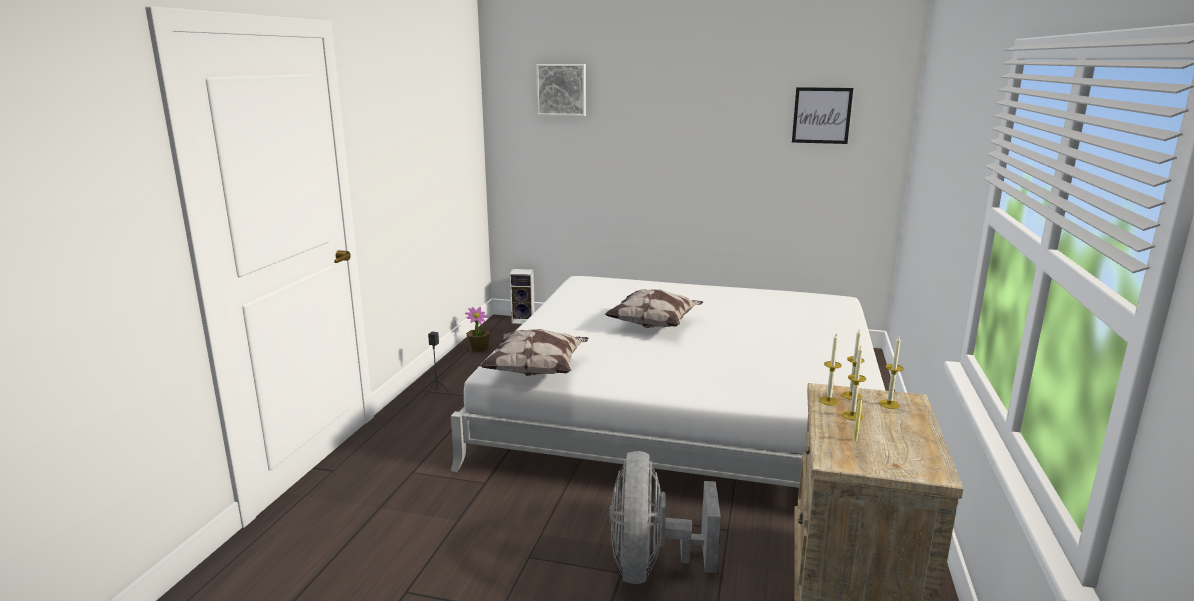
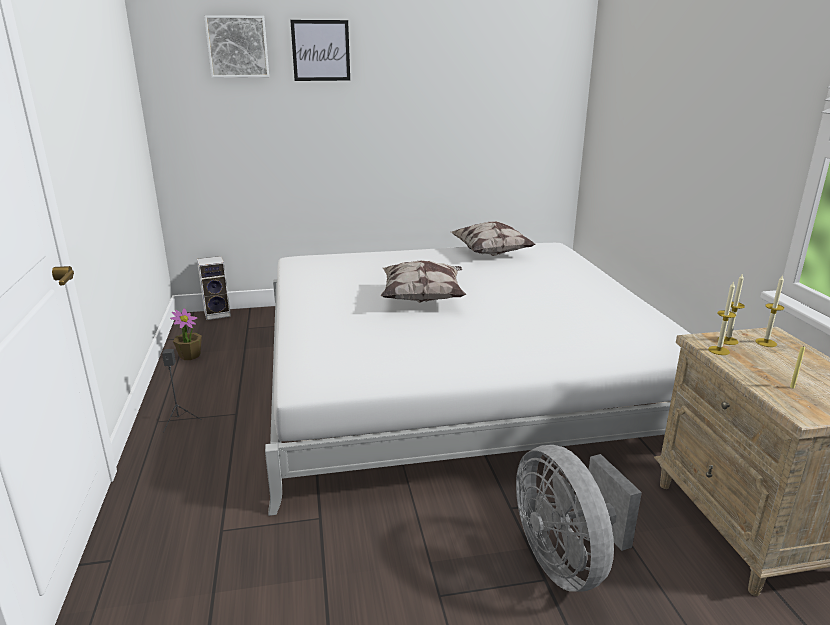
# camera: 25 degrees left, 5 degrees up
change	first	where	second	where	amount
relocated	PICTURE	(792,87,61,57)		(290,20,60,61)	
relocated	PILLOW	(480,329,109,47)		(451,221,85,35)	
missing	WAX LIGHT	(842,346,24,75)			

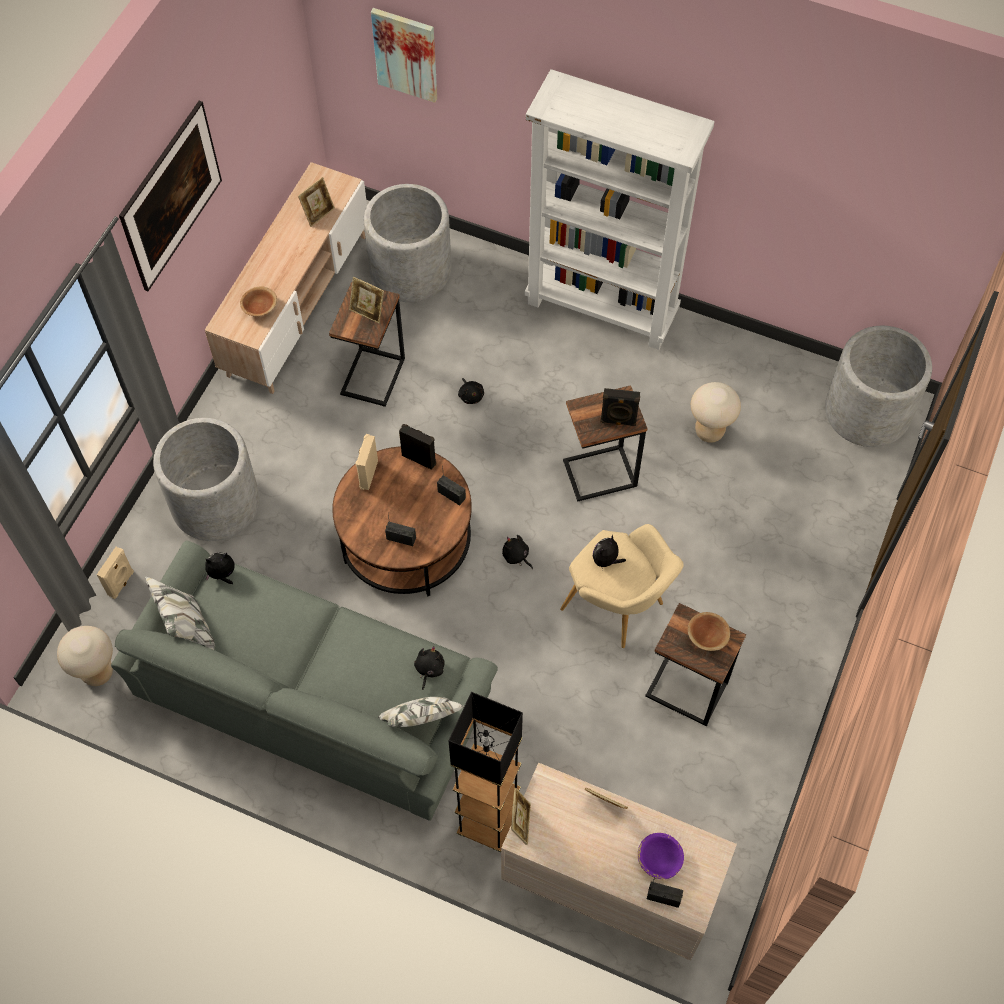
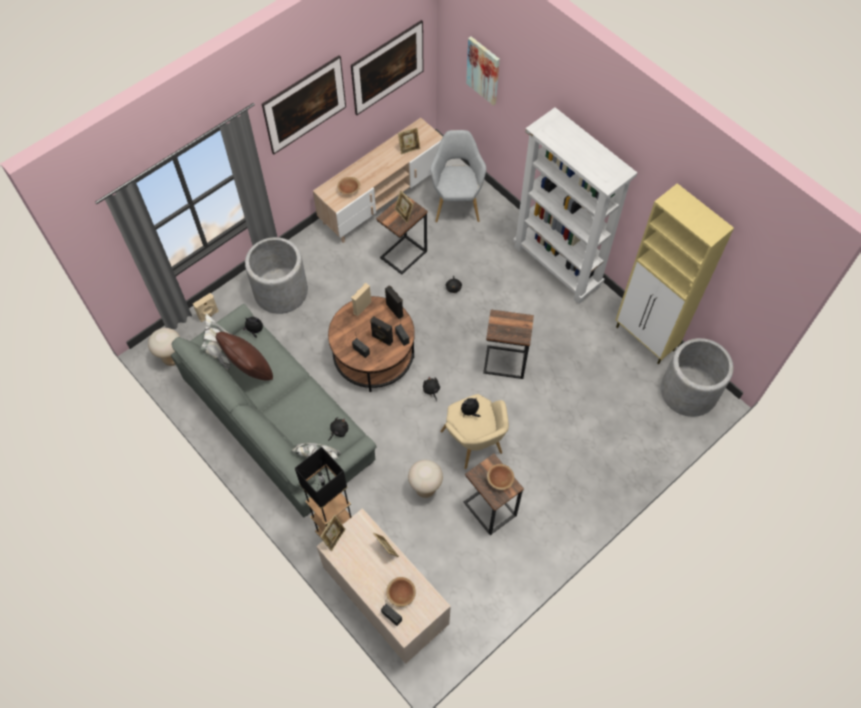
# camera: 25 degrees right, 0 degrees up
change	first	where	second	where	amount
appeared			BROWNISH PILLOW	(216,332,57,49)	
appeared			PICTURE	(351,20,72,95)	
relocated	BLACKISH LOUDSPEAKER	(600,388,40,38)		(370,316,23,30)	
colour	PURPLE DEEP DISH	(638,833,46,46)	BROWNISH DEEP DISH	(386,577,30,30)	
relocated	SAND-COLOURED STOOL SEAT	(691,382,50,61)		(408,460,35,38)	
exchanged	GRAY PLANT POT	(364,184,87,118)	GRAY LOUNGE CHAIR	(430,130,57,93)	
appeared			SAND-COLOURED STORAGE CABINET	(616,183,118,181)	

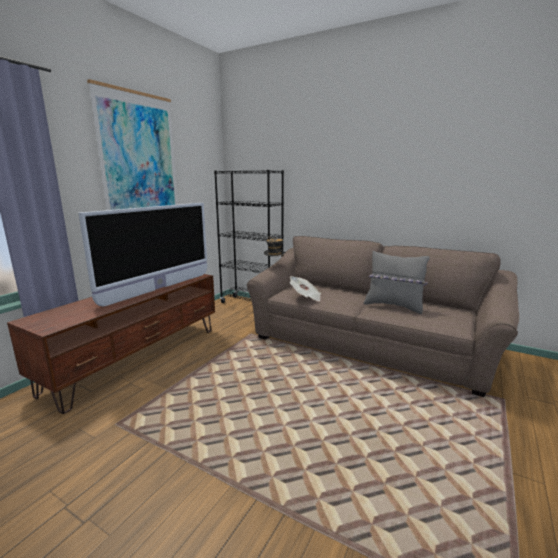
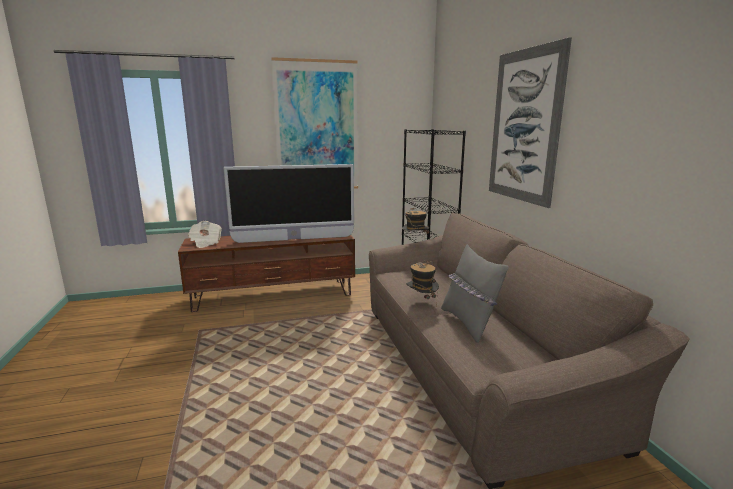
# camera: 45 degrees right, 0 degrees up
change	first	where	second	where	amount
relocated	PRINTED PAPER	(290,276,31,26)		(188,221,34,27)	
appeared			WEARABLE HAT	(406,261,33,45)	
appeared			PICTURE	(489,37,83,171)	

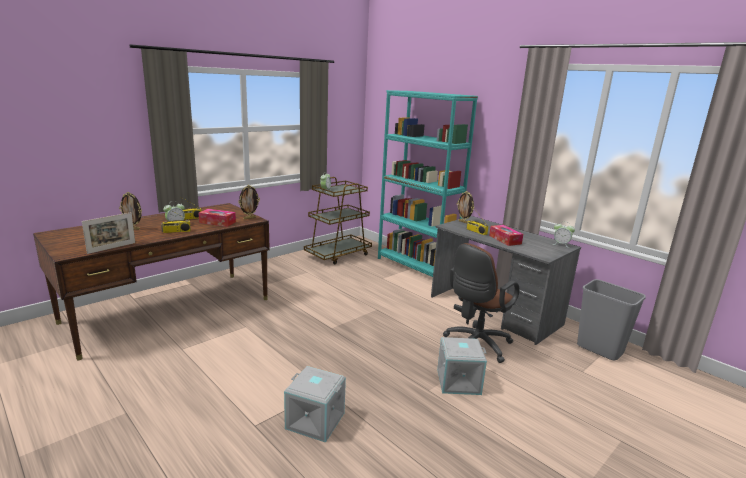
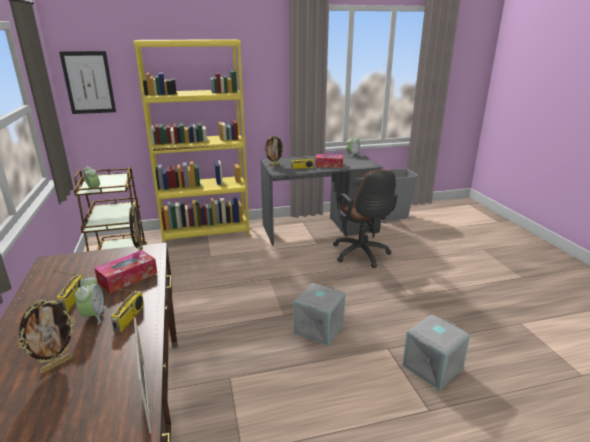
# camera: 60 degrees left, 5 degrees up
change	first	where	second	where	amount
appeared			PICTURE	(59,51,57,63)	
colour	BLUE-GREEN BOOKCASE	(378,90,100,187)	YELLOW BOOKCASE	(133,39,117,204)	
relocated	GRAY STORAGE CONTAINER	(437,337,50,58)		(294,283,52,63)	

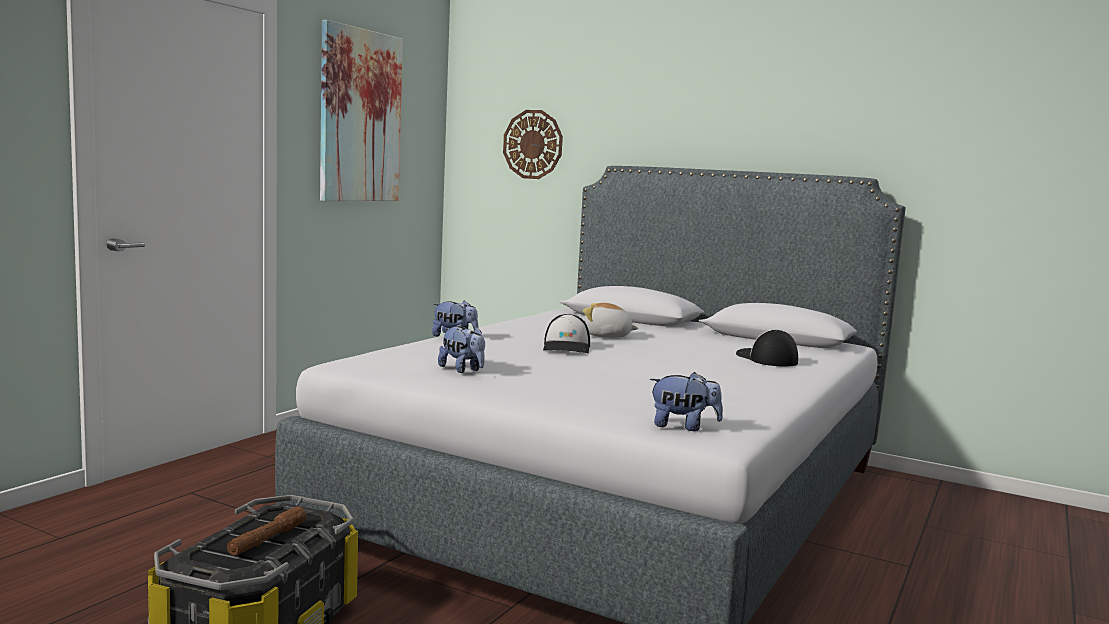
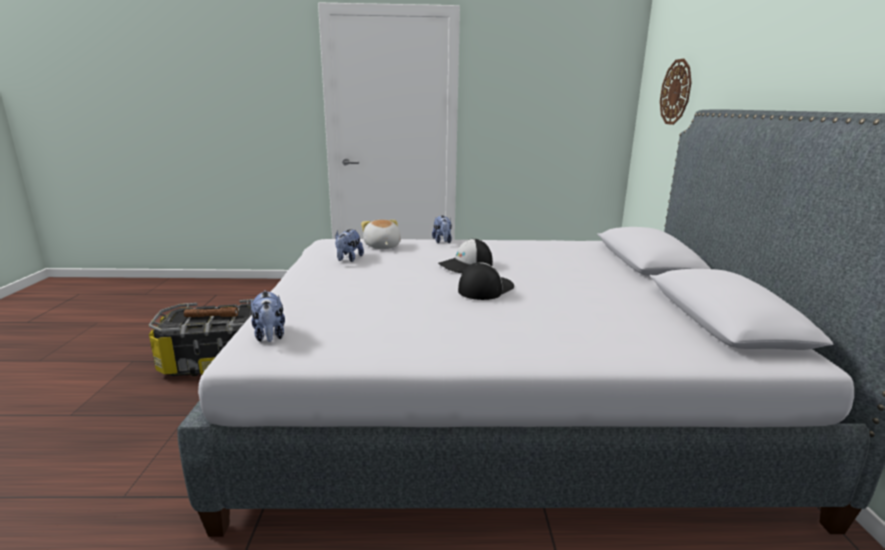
# camera: 60 degrees right, 10 degrees up
change	first	where	second	where	amount
relocated	PLUSH TOY	(583,303,56,35)		(361,220,40,29)	
relocated	BASEBALL CAP	(736,329,62,38)		(458,262,56,38)	
missing	PICTURE	(320,20,83,181)			

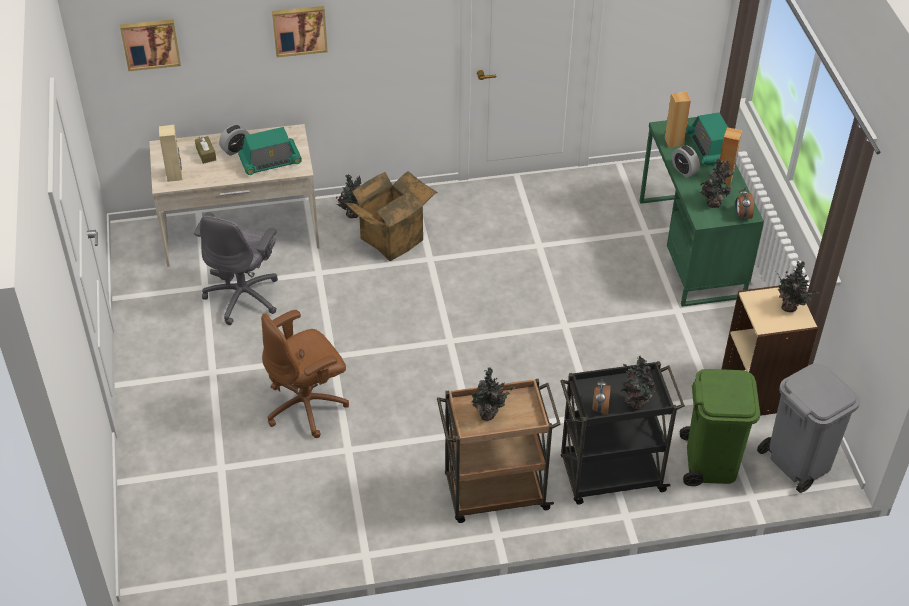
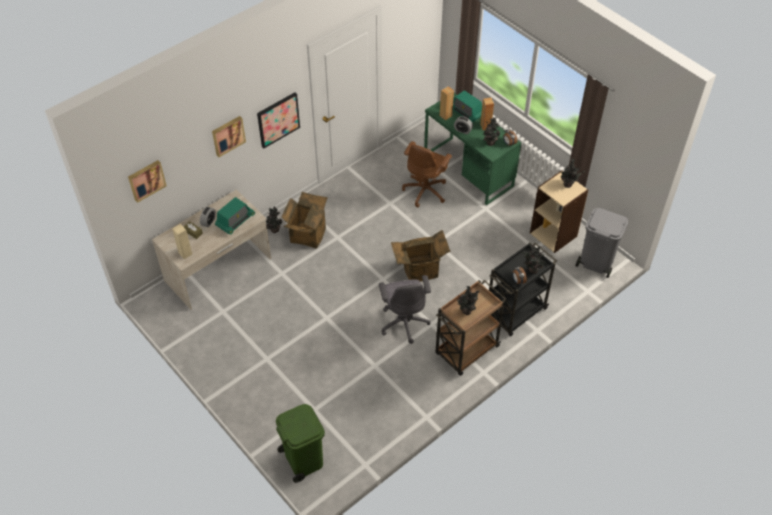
# camera: 30 degrees left, 5 degrees up
change	first	where	second	where	amount
appeared			PICTURE	(257,92,43,57)	
relocated	GREENISH WASTE BIN	(680,369,80,117)		(276,404,49,79)	
relocated	GRAY OFFICE CHAIR	(194,212,84,113)		(379,275,52,69)	
appeared			CARTON	(391,230,59,52)	
relocated	BROWNISH OFFICE CHAIR	(261,310,88,128)		(402,141,50,67)	

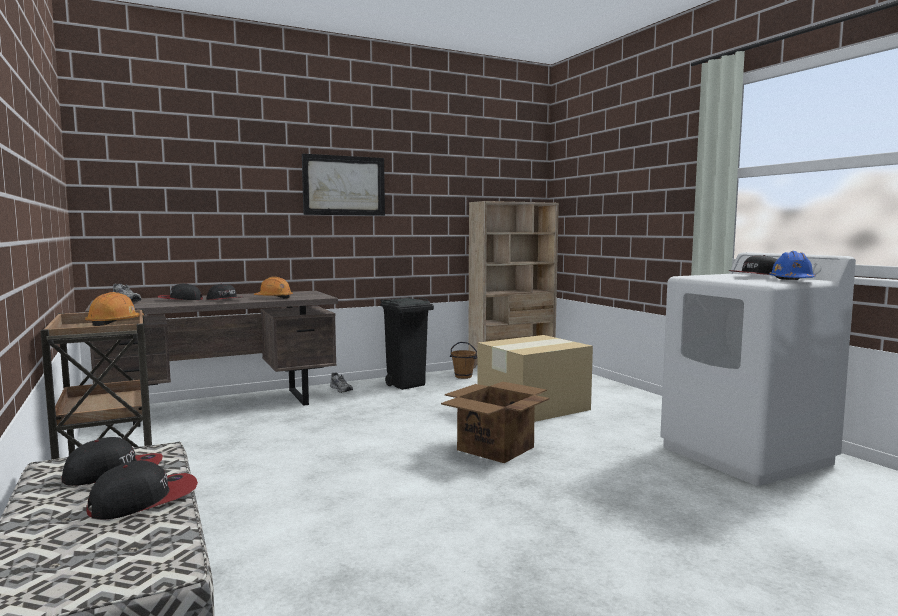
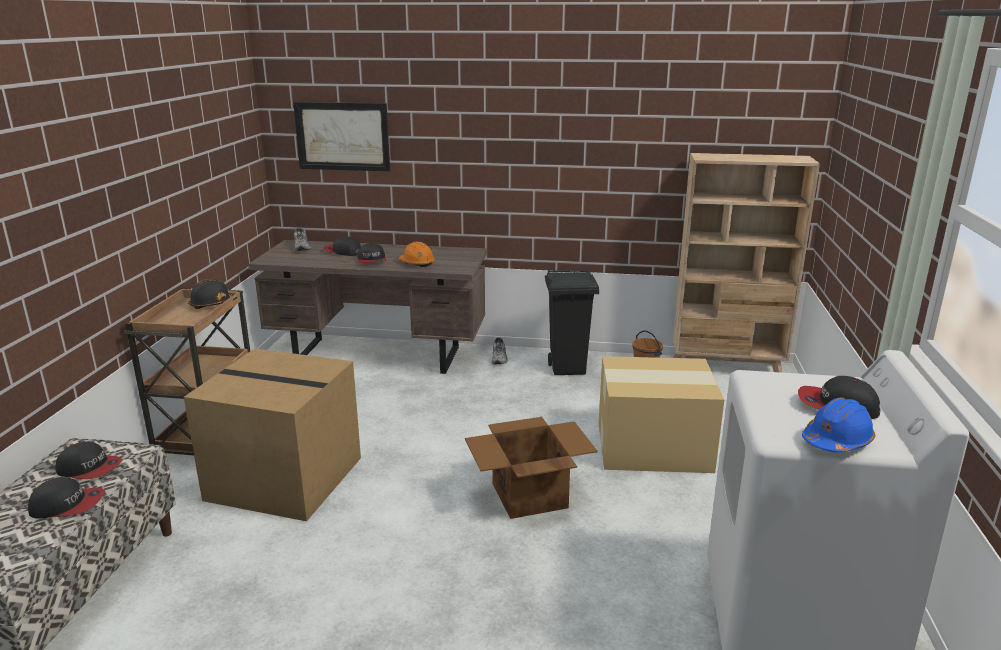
# camera: 35 degrees right, 15 degrees up
change	first	where	second	where	amount
appeared			CARTON	(184,348,177,173)	
colour	ORANGE-COLOURED SAFETY HELMET	(85,292,59,34)	BLACKISH SAFETY HELMET	(188,279,49,30)	
relocated	PICTURE	(302,153,83,63)		(293,102,97,69)	

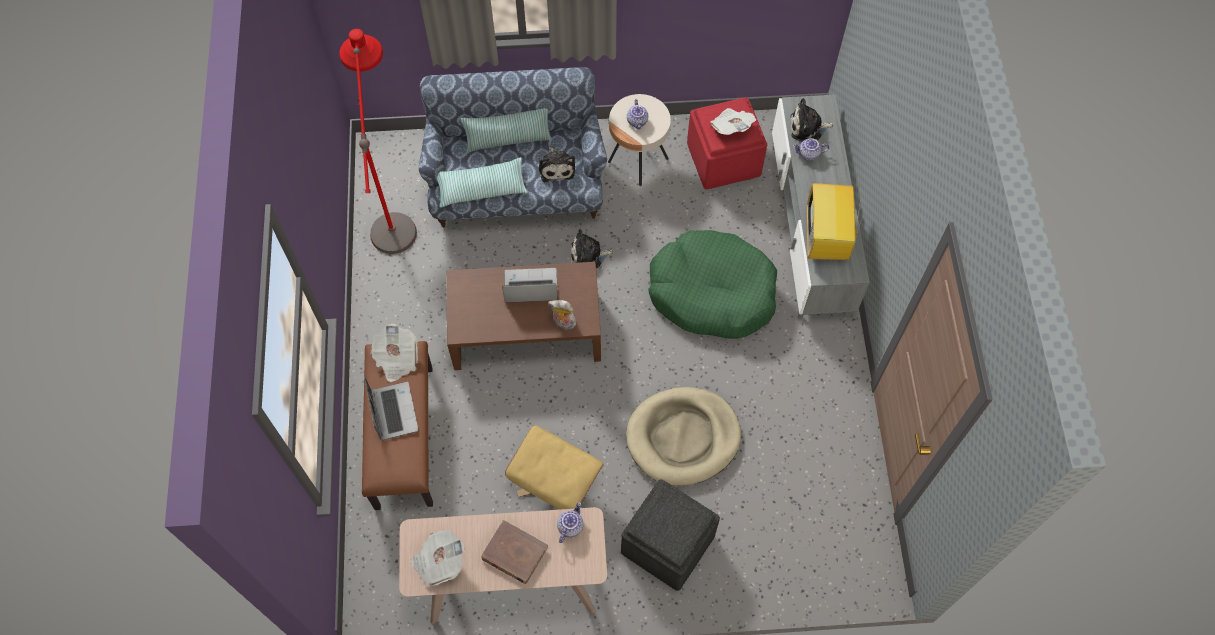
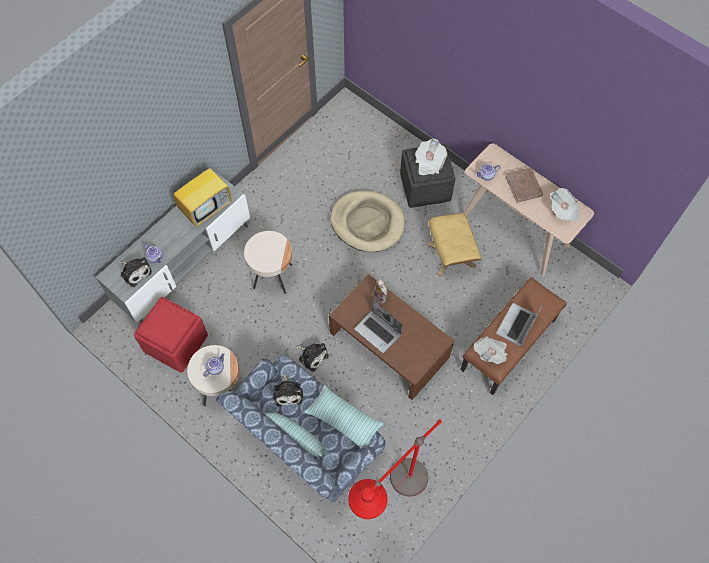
# camera: 135 degrees left, 0 degrees up
change	first	where	second	where	amount
exchanged	GREENISH DOG BED	(648,230,129,109)	SAND-COLOURED END TABLE	(244,231,48,63)	
spun	PLUSH TOY	(539,146,36,36)		(273,373,30,34)	135 degrees clockwise
relocated	PRINTED PAPER	(710,108,46,27)		(415,139,32,36)	

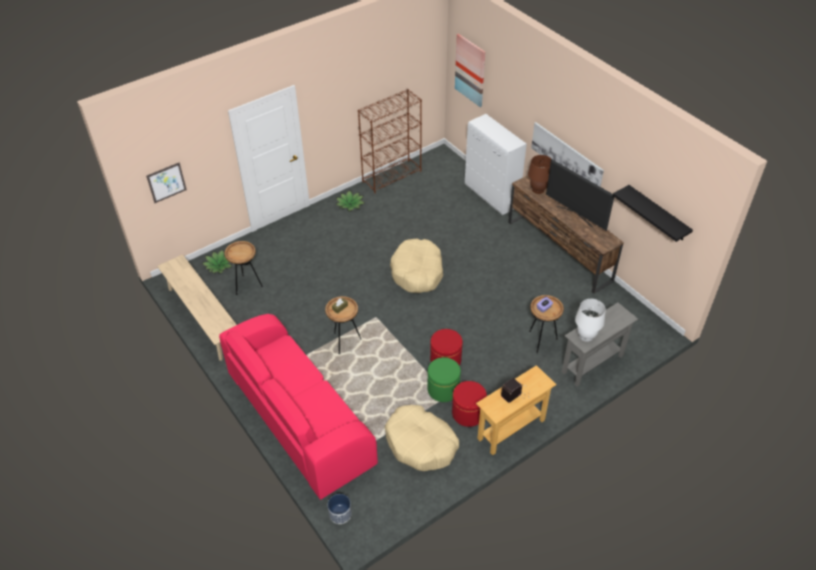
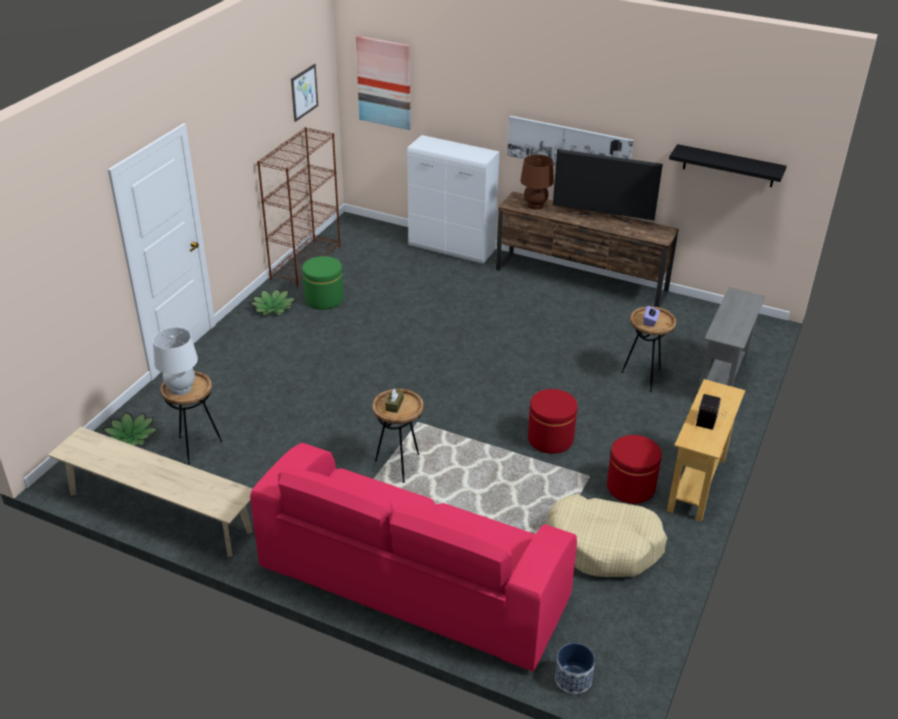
# camera: 30 degrees left, 10 degrees down
change	first	where	second	where	amount
relocated	WHITISH LAMP FOR A TABLE	(575,299,31,43)		(153,327,45,68)	
relocated	PICTURE	(146,163,41,40)		(291,64,27,58)	
relocated	GREENISH OTTOMAN	(428,357,33,45)		(302,256,42,54)	
missing	SAND-COLOURED DOG BED	(390,238,53,55)			

